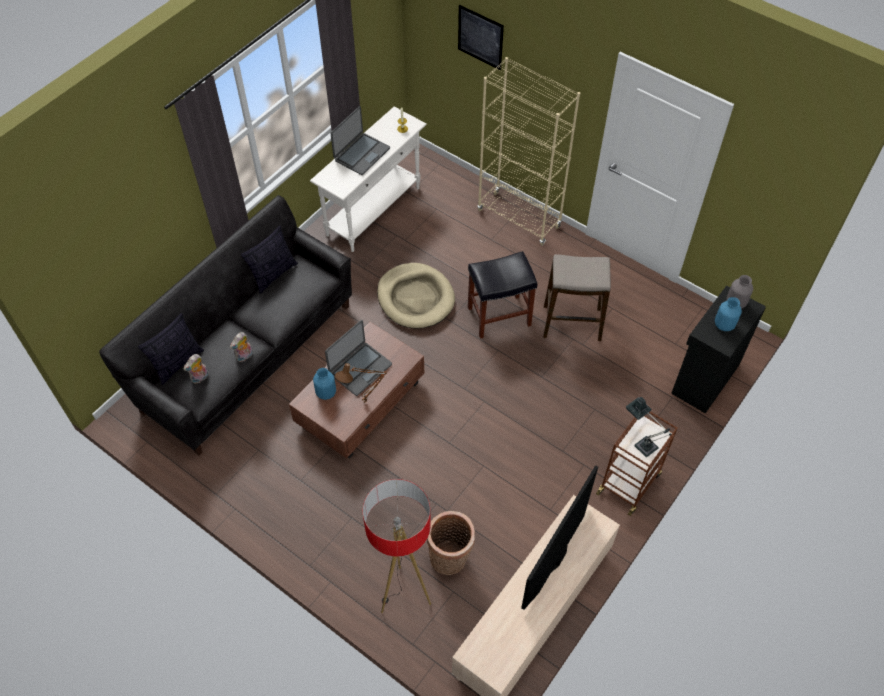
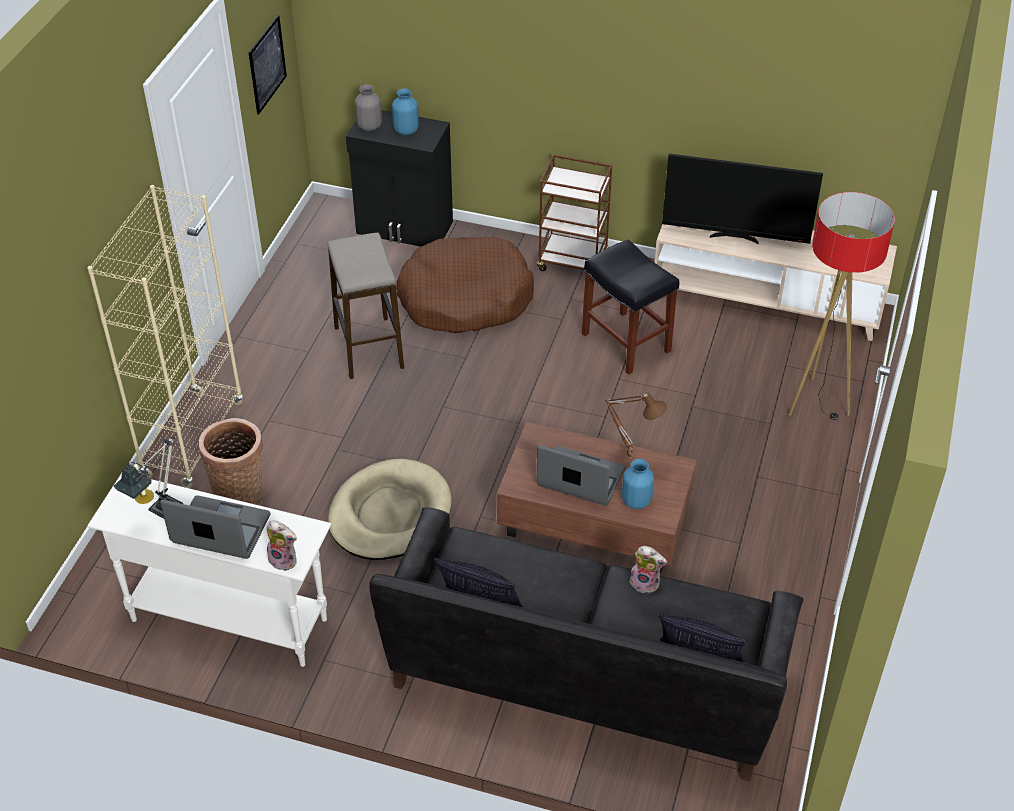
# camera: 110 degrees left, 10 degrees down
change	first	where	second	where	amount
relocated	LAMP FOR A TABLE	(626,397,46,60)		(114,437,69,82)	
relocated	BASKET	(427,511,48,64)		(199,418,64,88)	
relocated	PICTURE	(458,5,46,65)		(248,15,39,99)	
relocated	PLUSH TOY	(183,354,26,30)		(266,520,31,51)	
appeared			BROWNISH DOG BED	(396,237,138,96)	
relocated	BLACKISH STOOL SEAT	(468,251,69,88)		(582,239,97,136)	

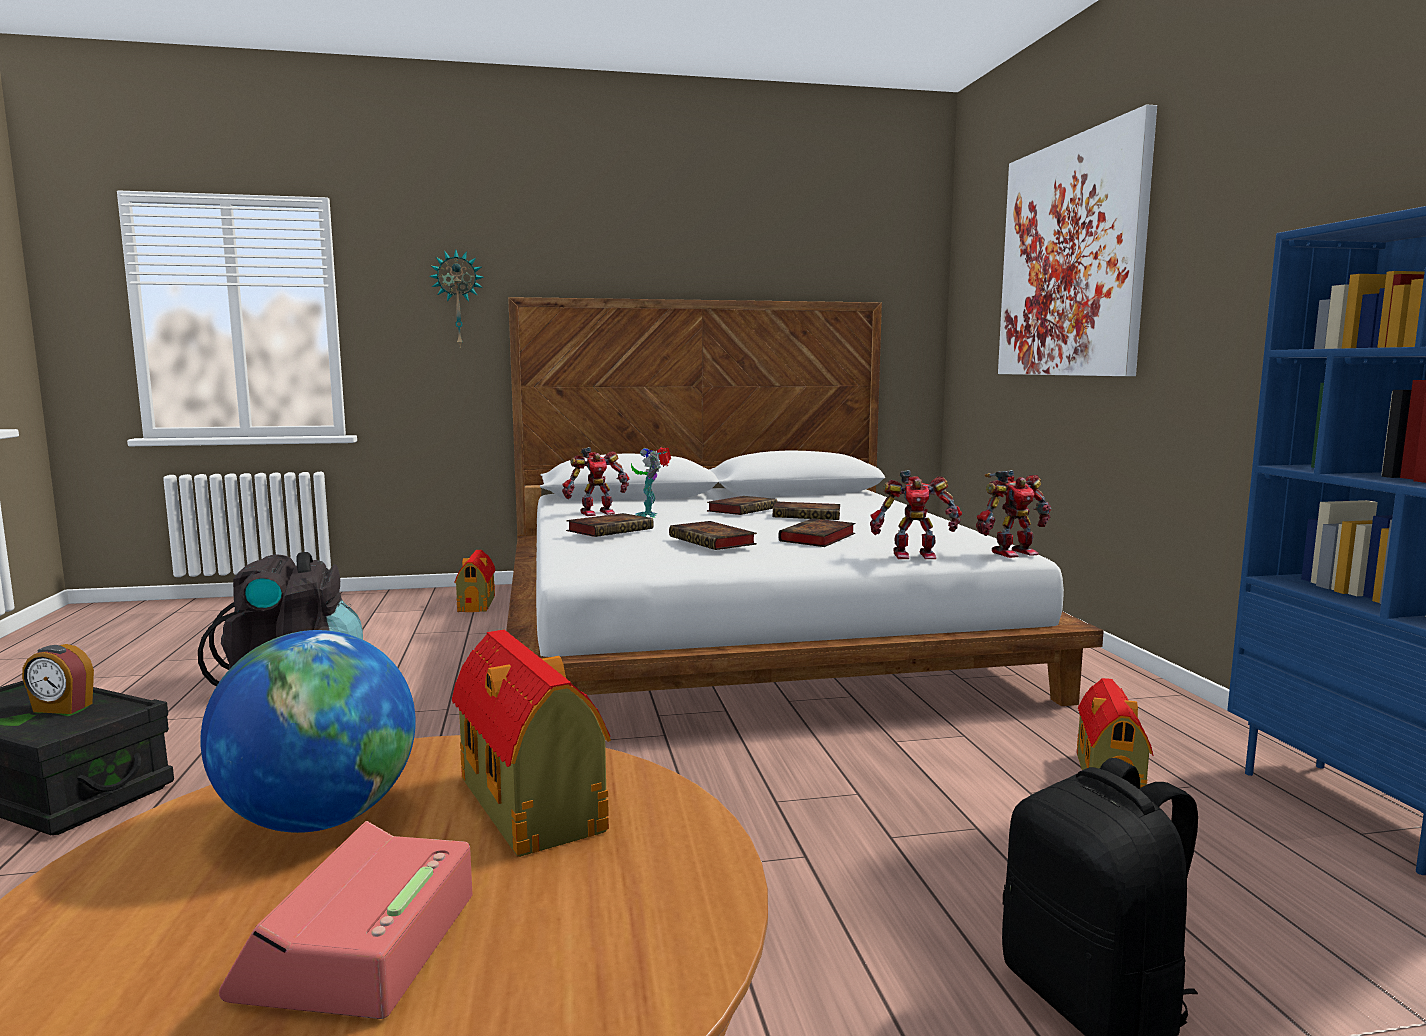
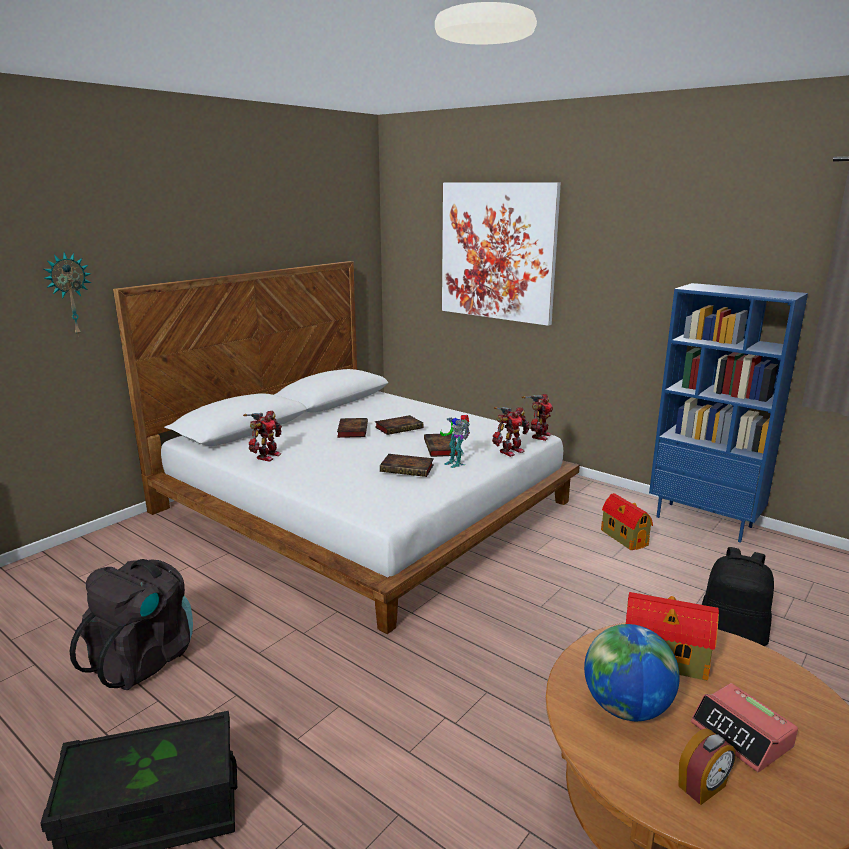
# camera: 40 degrees left, 10 degrees up
change	first	where	second	where	amount
relocated	MODEL ROBOT	(631,447,40,70)		(440,415,30,53)	
relocated	TABLE CLOCK	(22,644,72,70)		(679,728,57,77)	
missing	TOY HOUSE	(454,550,41,62)			
missing	BOOK	(566,513,88,24)			

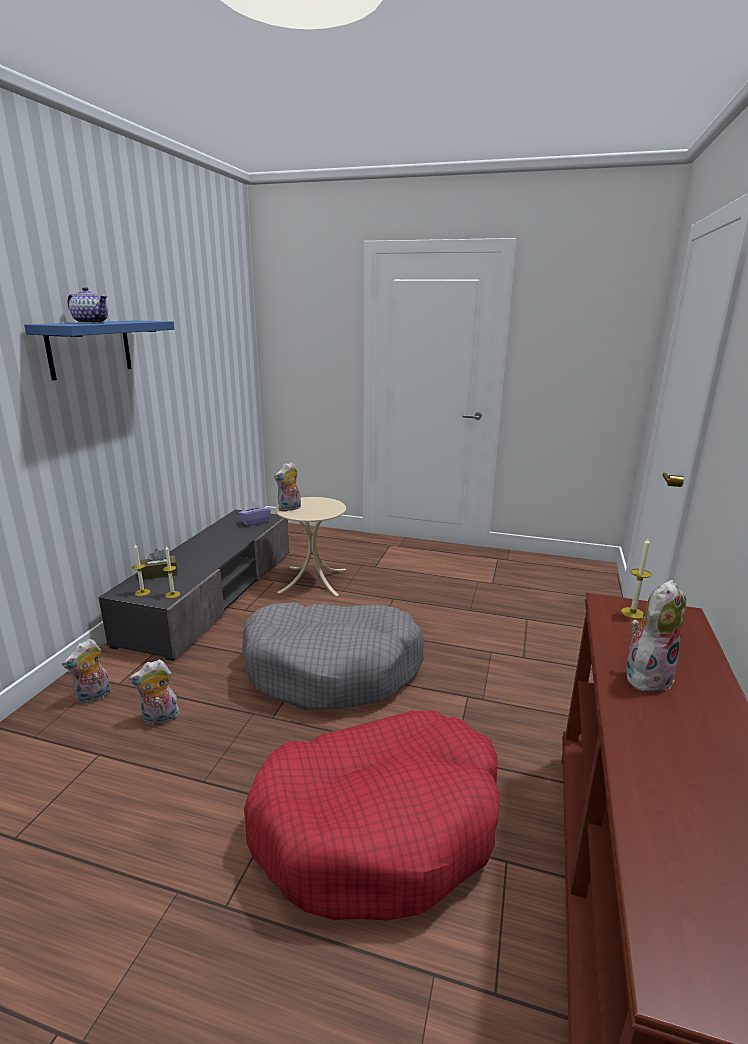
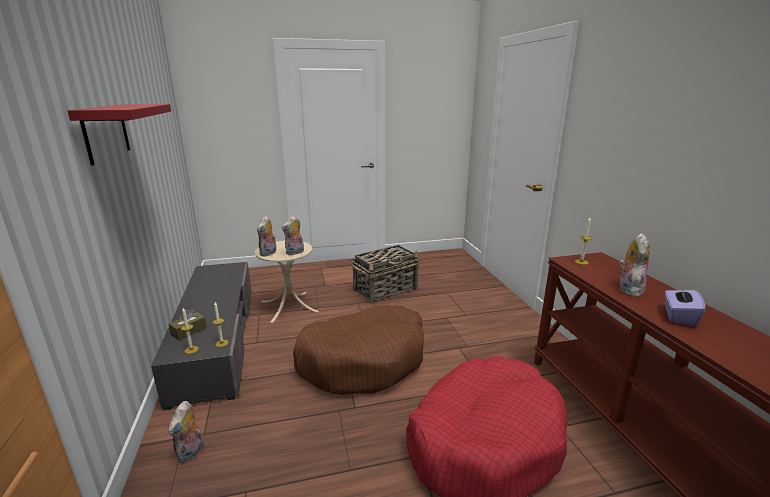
# camera: 30 degrees left, 0 degrees up
change	first	where	second	where	amount
colour	BLUE WALL SHELF	(24,321,150,60)	REDDISH WALL SHELF	(68,104,103,62)	
relocated	PLUSH TOY	(129,660,50,65)		(281,215,23,40)	
colour	GRAY DOG BED	(242,602,183,108)	BROWNISH DOG BED	(293,305,131,90)	
appeared			BASKET	(352,245,67,59)	
relocated	PURPLE TISSUE HOLDER	(239,500,32,26)		(665,282,40,45)	
missing	POT FOR TEA	(67,287,41,36)			

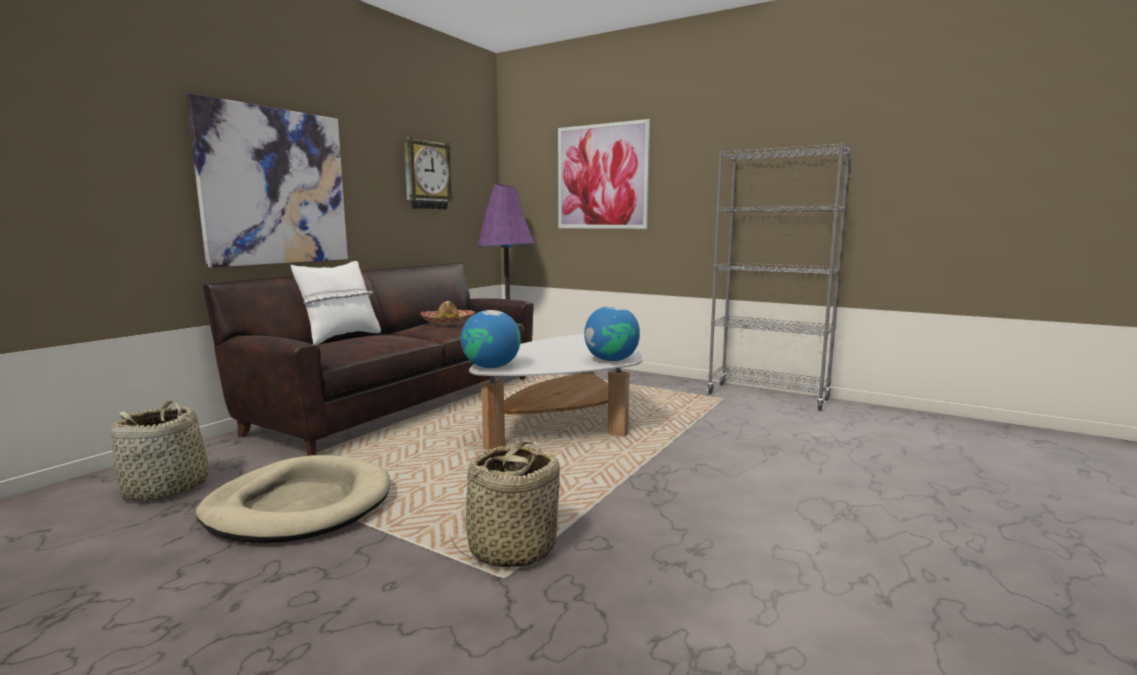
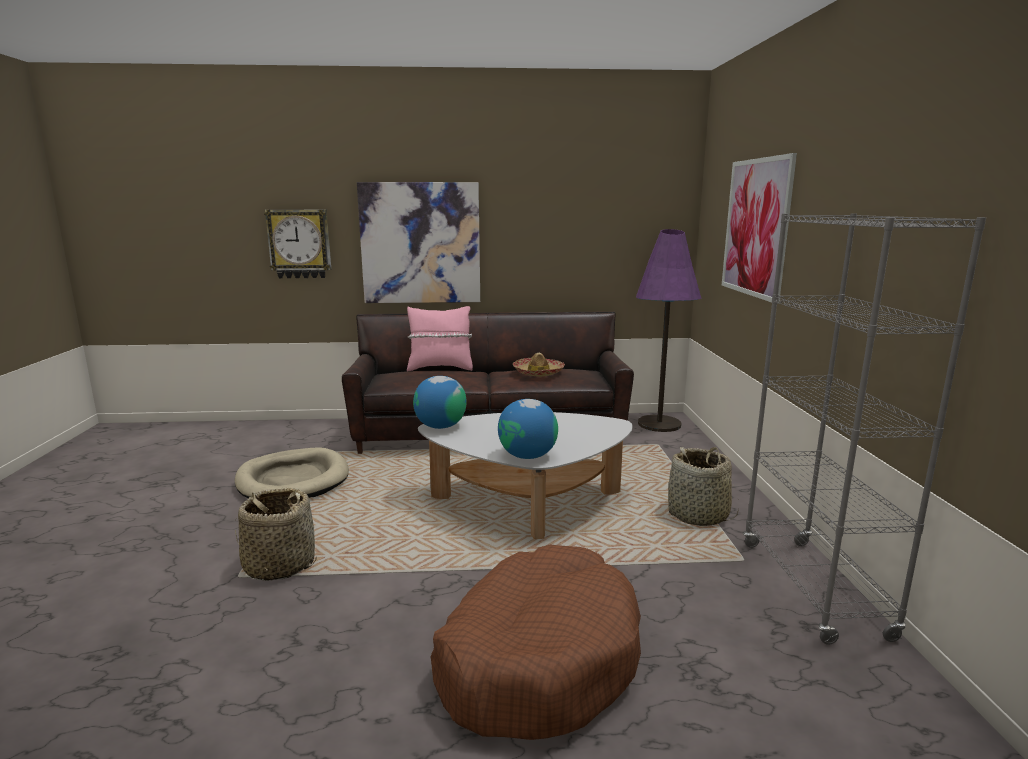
# camera: 55 degrees right, 5 degrees up
change	first	where	second	where	amount
relocated	WALL CLOCK	(404,137,49,73)		(264,210,67,68)	
colour	WHITISH PILLOW	(291,261,90,84)	PINKISH PILLOW	(407,306,66,65)	
appeared			BROWNISH DOG BED	(431,545,210,195)	
relocated	BASKET	(111,399,107,103)		(668,447,71,79)	

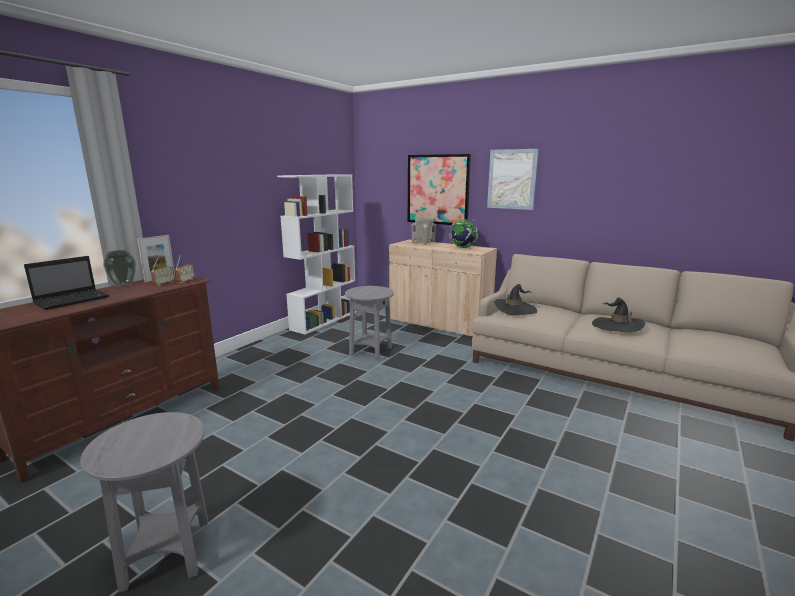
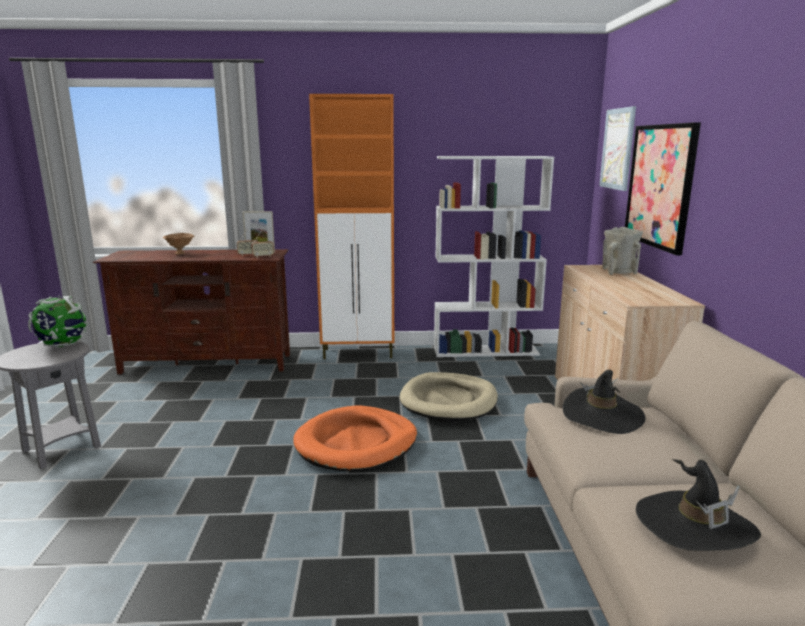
# camera: 55 degrees right, 0 degrees up
change	first	where	second	where	amount
relocated	DESK GLOBE	(449,219,29,29)		(28,296,60,52)	
exchanged	NOTEBOOK COMPUTER	(24,256,85,54)	BROWNISH DEEP DISH	(163,233,31,21)	
appeared			ORANGE-COLOURED DOG BED	(293,406,124,66)	
appeared			ORANGE-COLOURED STORAGE CABINET	(309,94,85,265)	
exchanged	GRAY END TABLE	(345,286,49,75)	SAND-COLOURED DOG BED	(400,372,98,50)	
relocated	PICTURE	(487,149,51,61)		(599,106,37,85)	
missing	VASE	(103,250,33,37)			

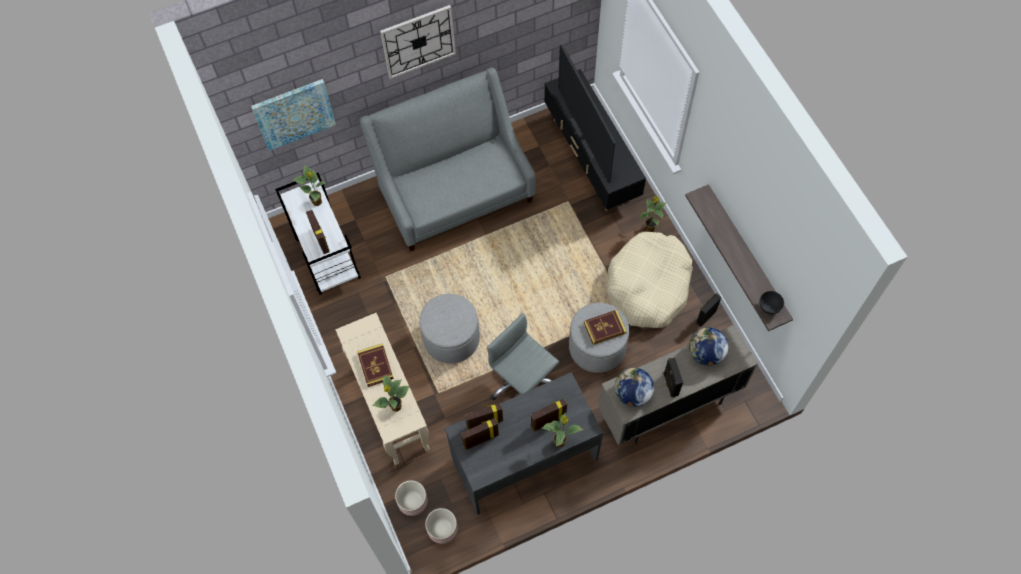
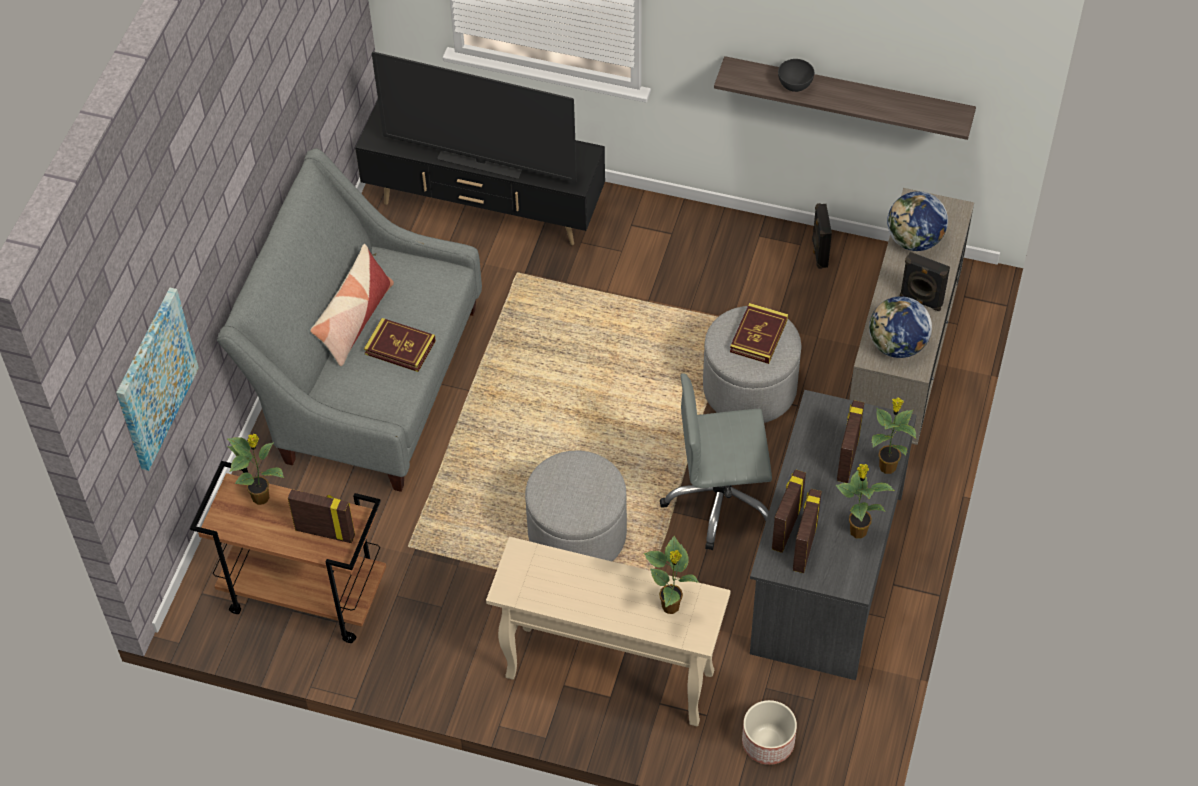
# camera: 50 degrees left, 10 degrees down
change	first	where	second	where	amount
colour	WHITISH CART	(275,173,86,122)	BROWNISH CART	(190,461,196,182)	
appeared			PILLOW	(310,244,84,122)	
relocated	BOOK	(357,343,37,44)		(364,318,72,54)	
relocated	GRAY DEEP DISH	(759,291,25,23)		(778,59,36,33)	
relocated	PLANT IN A POT	(640,196,27,36)		(835,464,60,74)	
missing	WALL CLOCK	(380,5,76,74)			
missing	PLANT POT	(425,508,33,36)			
missing	SAND-COLOURED DOG BED	(606,231,87,97)			

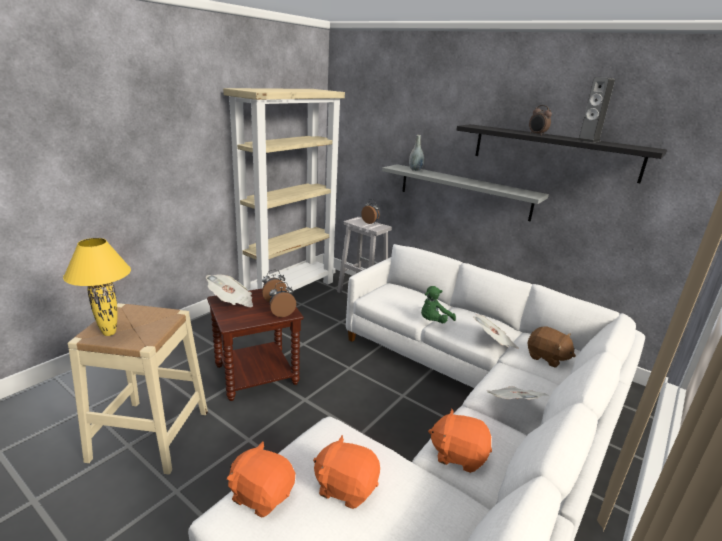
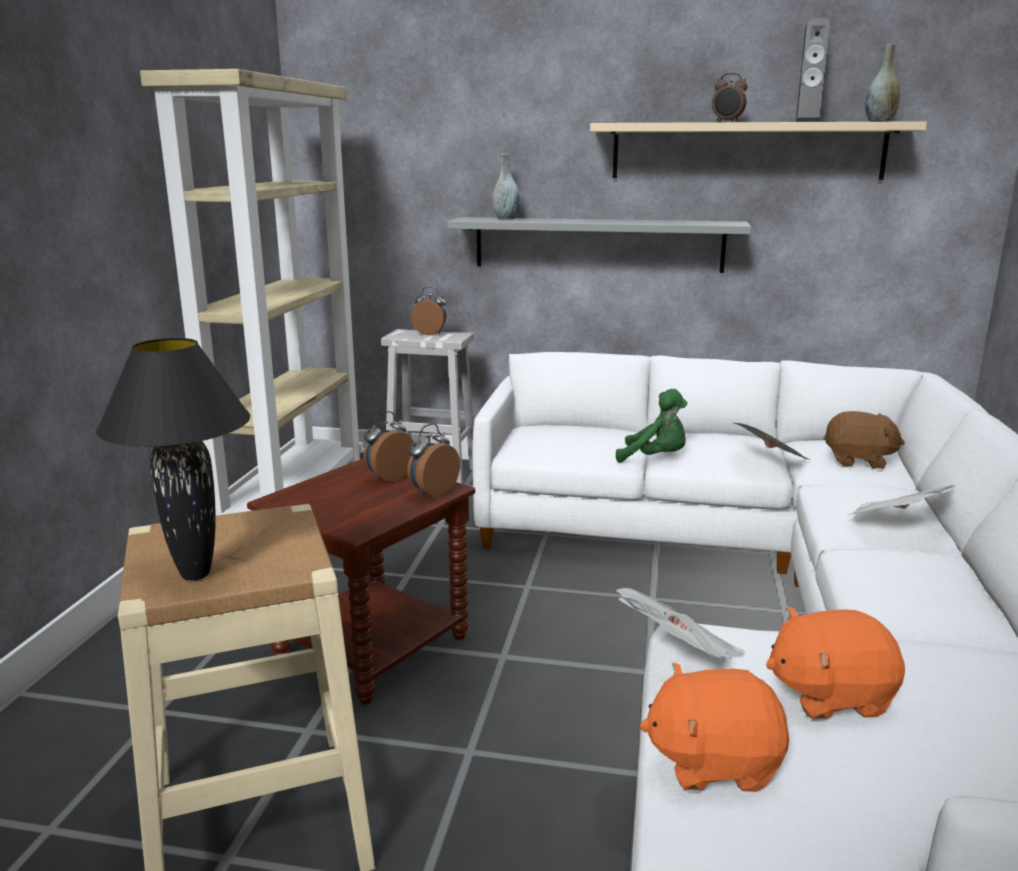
# camera: 25 degrees left, 5 degrees down
change	first	where	second	where	amount
colour	YELLOW LAMP FOR A TABLE	(63,238,68,98)	BLACKISH LAMP FOR A TABLE	(96,338,154,242)	
colour	BLACKISH WALL SHELF	(456,124,211,59)	SAND-COLOURED WALL SHELF	(590,121,337,59)	
spun	GREENISH PLUSH TOY	(421,286,35,37)		(616,389,71,73)	90 degrees counterclockwise
relocated	PRINTED PAPER	(206,274,47,33)		(616,588,129,71)	
appeared			GRAY VASE	(865,44,35,78)	
missing	ORANGE-COLOURED PLUSH TOY	(428,409,64,64)			

